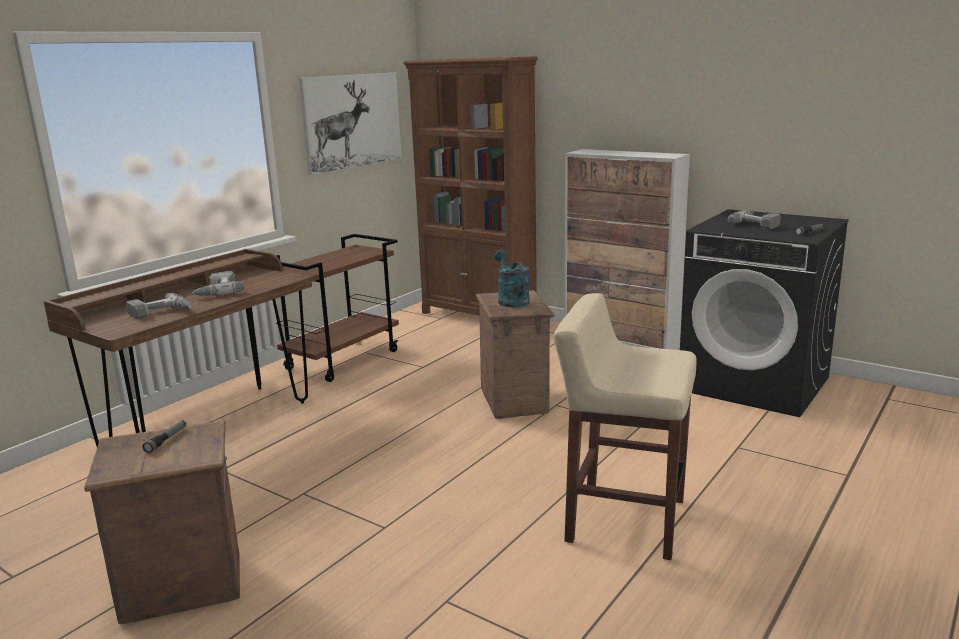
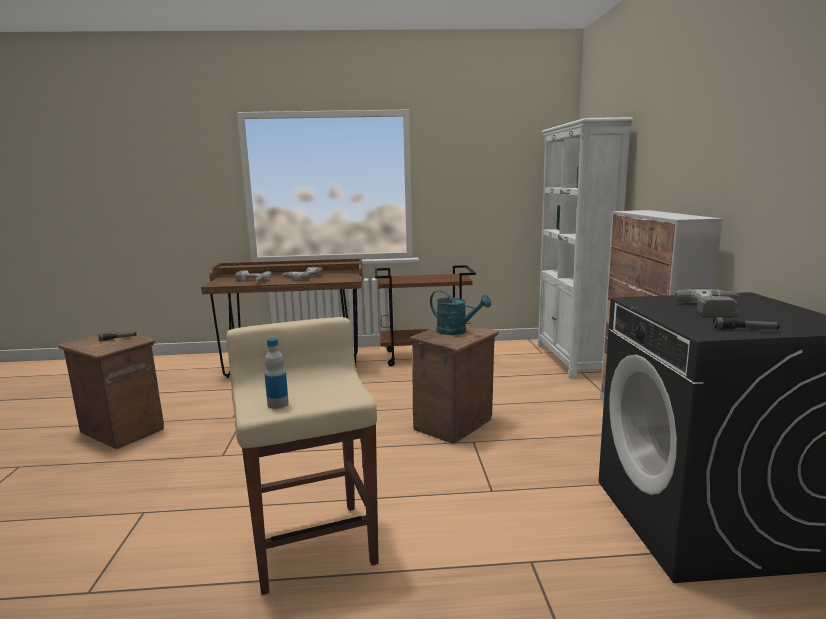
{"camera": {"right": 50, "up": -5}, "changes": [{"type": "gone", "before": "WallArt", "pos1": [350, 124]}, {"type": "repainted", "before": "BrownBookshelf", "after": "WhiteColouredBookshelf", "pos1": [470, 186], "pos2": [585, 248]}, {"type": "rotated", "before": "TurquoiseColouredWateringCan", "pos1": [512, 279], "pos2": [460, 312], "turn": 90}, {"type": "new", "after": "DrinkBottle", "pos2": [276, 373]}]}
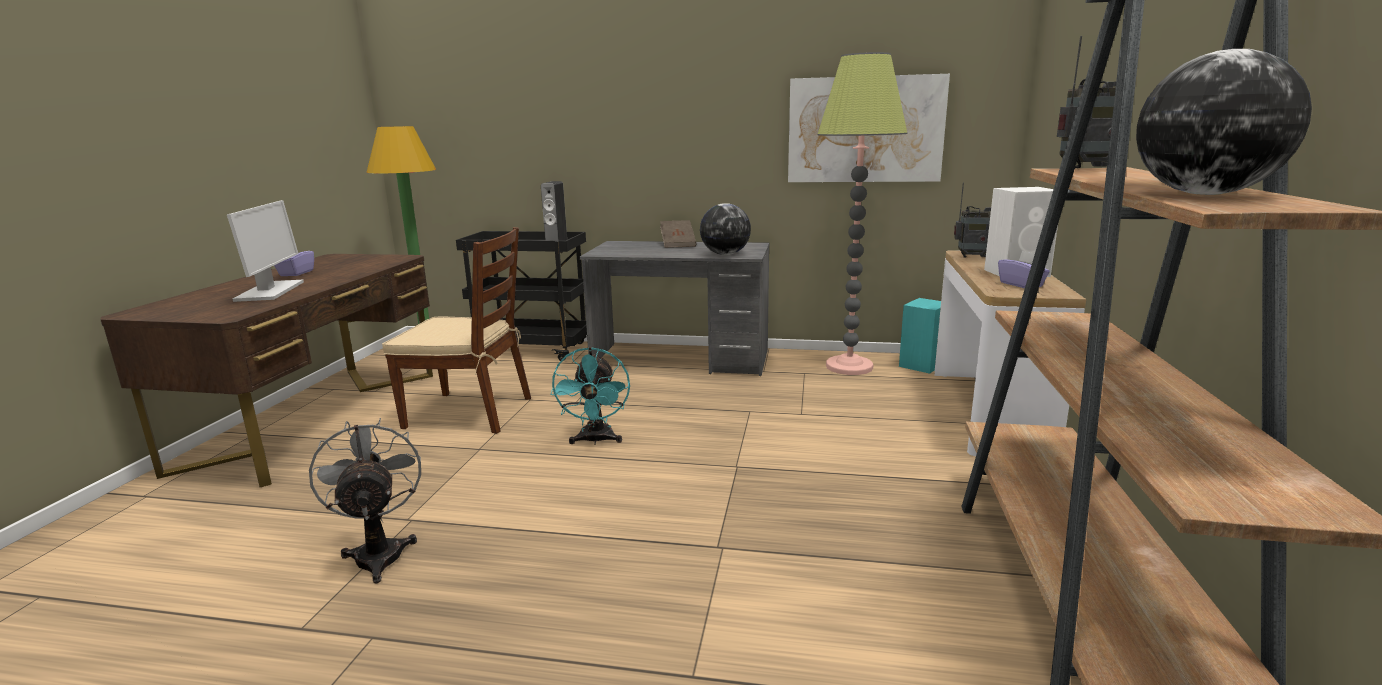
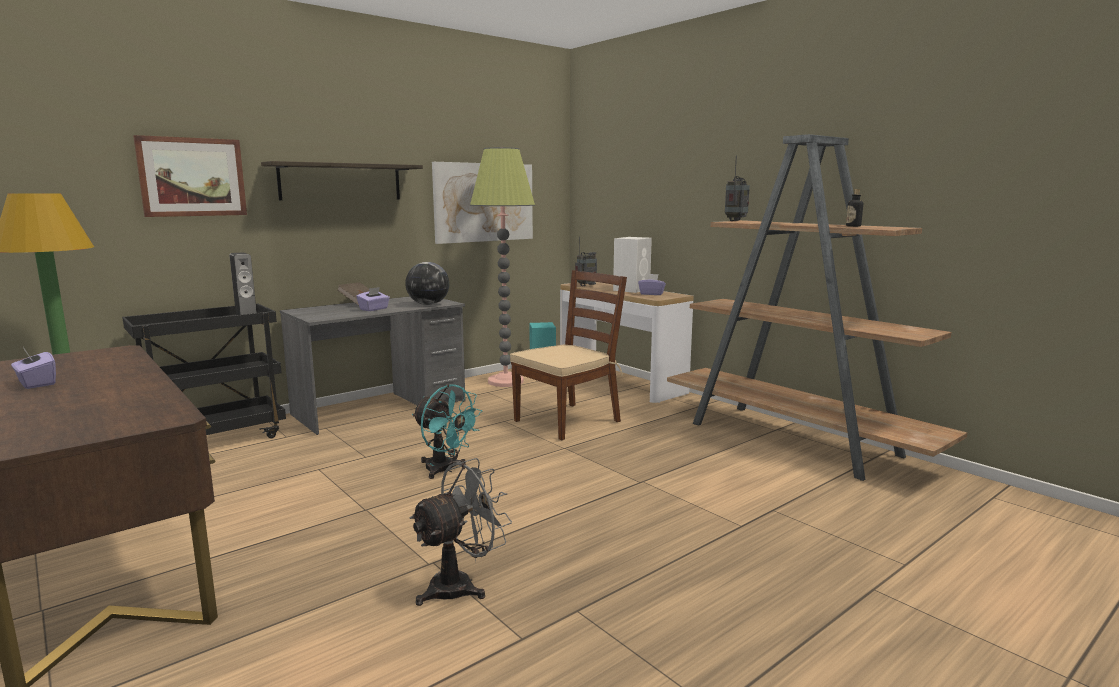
{"camera": {"right": -50, "up": -5}, "changes": [{"type": "gone", "before": "Monitor", "pos1": [265, 251]}, {"type": "rotated", "before": "GreyCoolingFan", "pos1": [365, 501], "pos2": [461, 532], "turn": 120}, {"type": "shifted", "before": "BrownPlainChair", "pos1": [456, 330], "pos2": [568, 355]}, {"type": "swapped", "before": "WorldGlobe", "after": "DrinkBottle", "pos1": [1224, 122], "pos2": [854, 208]}, {"type": "new", "after": "WallArt", "pos2": [190, 176]}, {"type": "new", "after": "WallShelf", "pos2": [342, 180]}, {"type": "new", "after": "PurplishBoxOfTissues", "pos2": [373, 299]}]}
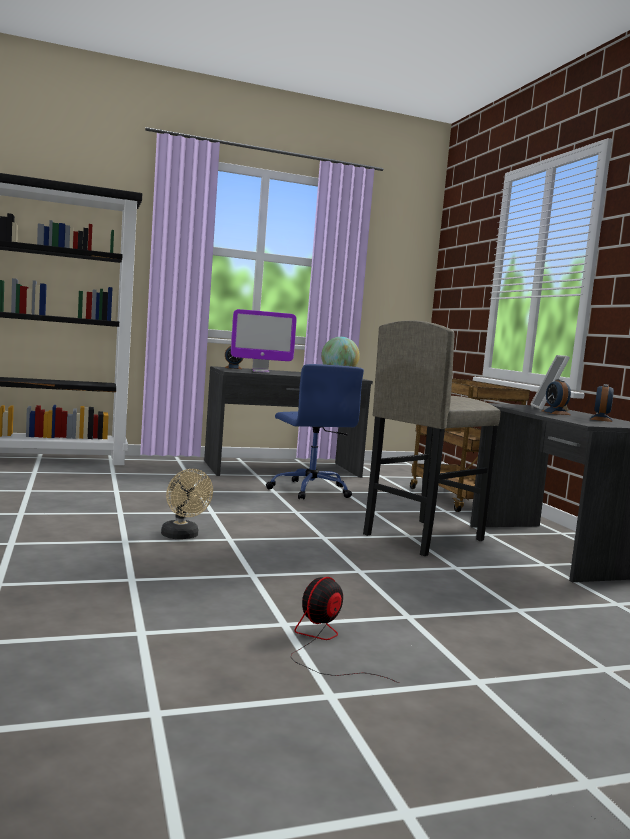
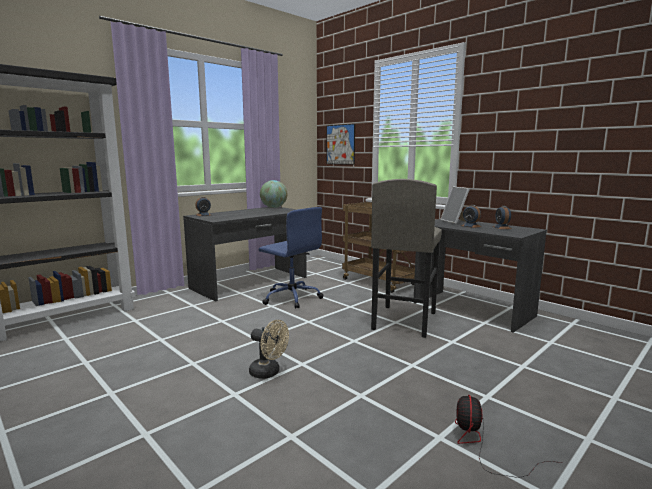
{"camera": {"right": -25, "up": 5}, "changes": [{"type": "gone", "before": "Monitor", "pos1": [264, 341]}, {"type": "new", "after": "WallArt", "pos2": [341, 144]}]}
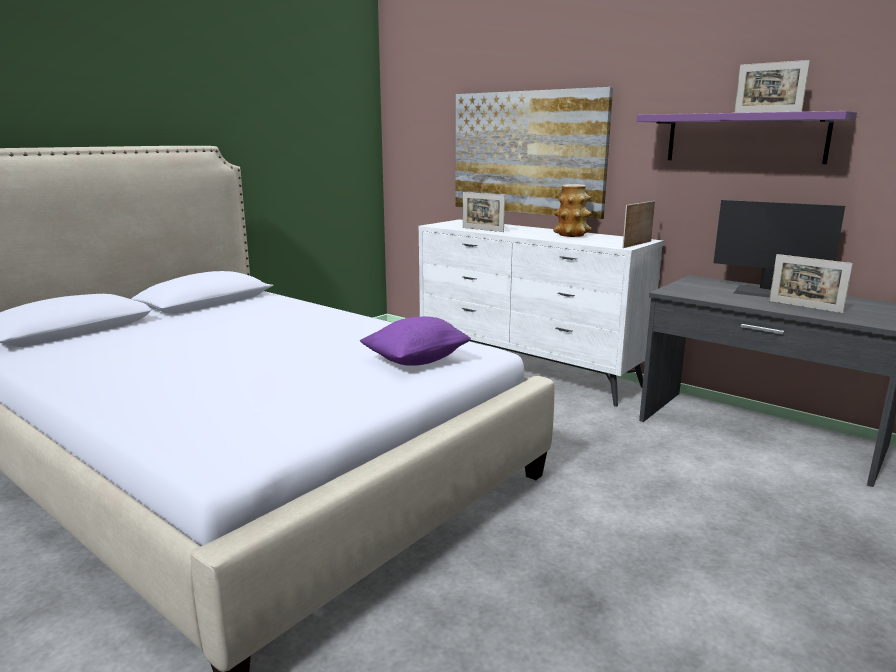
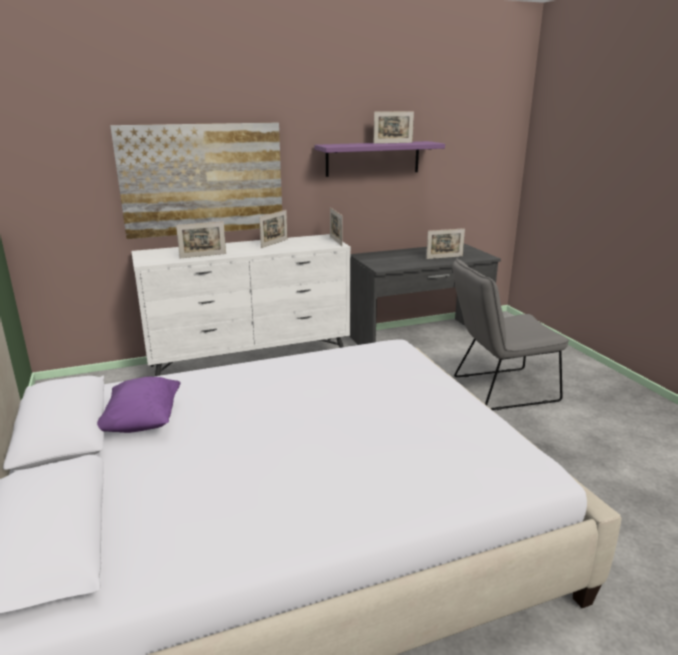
{"camera": {"right": -60, "up": 5}, "changes": [{"type": "shifted", "before": "PurplishThrowPillow", "pos1": [415, 340], "pos2": [139, 405]}, {"type": "swapped", "before": "Vase", "after": "PictureFrame", "pos1": [572, 210], "pos2": [273, 229]}, {"type": "gone", "before": "Monitor", "pos1": [779, 249]}, {"type": "new", "after": "GreyPlainChair", "pos2": [511, 334]}]}
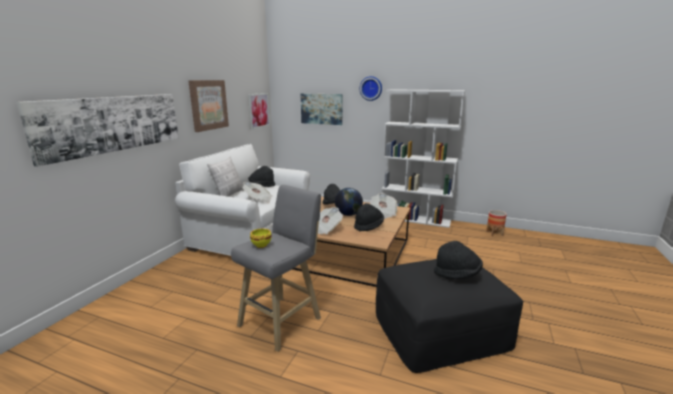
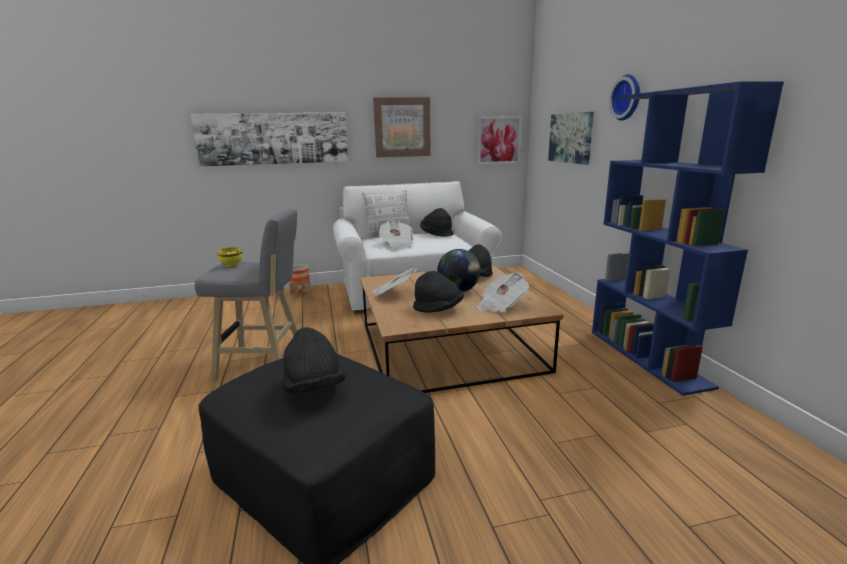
{"camera": {"right": 55, "up": 0}, "changes": [{"type": "repainted", "before": "WhiteColouredBookshelf", "after": "BlueBookshelf", "pos1": [423, 158], "pos2": [688, 238]}, {"type": "shifted", "before": "PlantPot", "pos1": [496, 223], "pos2": [300, 280]}]}
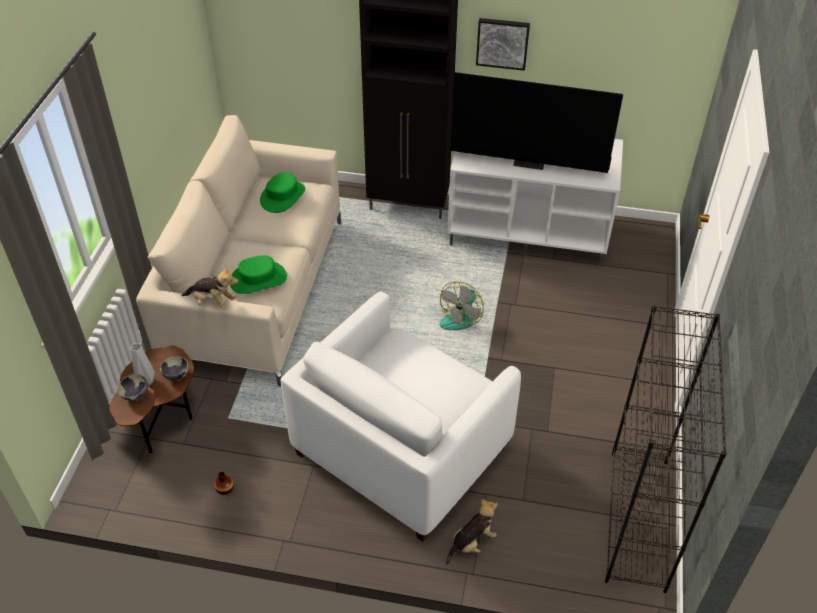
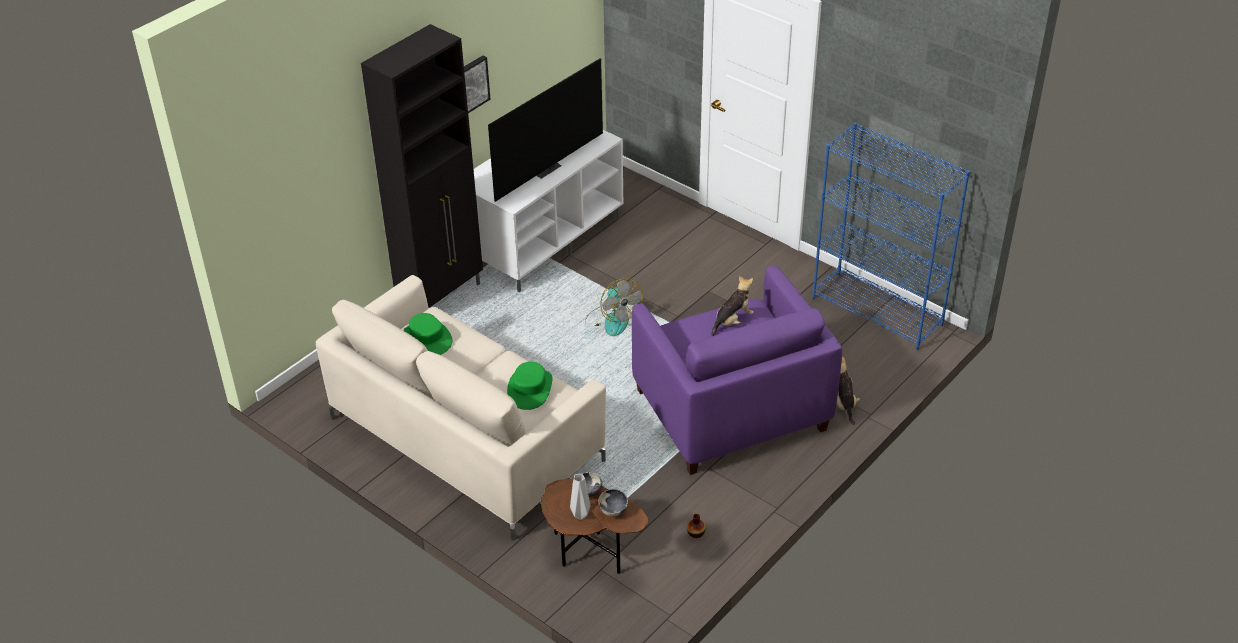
{"camera": {"right": -60, "up": -5}, "changes": [{"type": "shifted", "before": "CuddlyToy", "pos1": [210, 288], "pos2": [732, 306]}, {"type": "repainted", "before": "WhiteColouredEasyChair", "after": "PurplishEasyChair", "pos1": [401, 416], "pos2": [737, 370]}, {"type": "repainted", "before": "BlackBookshelf", "after": "BlueBookshelf", "pos1": [666, 449], "pos2": [891, 236]}]}
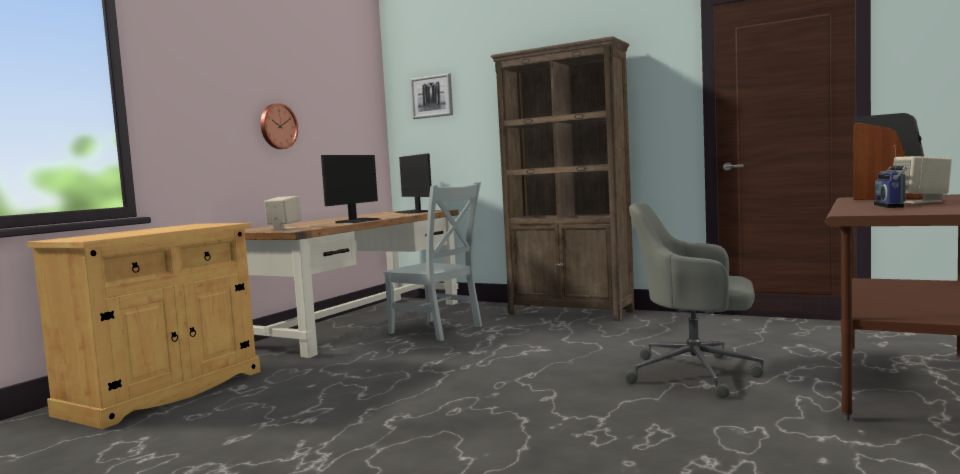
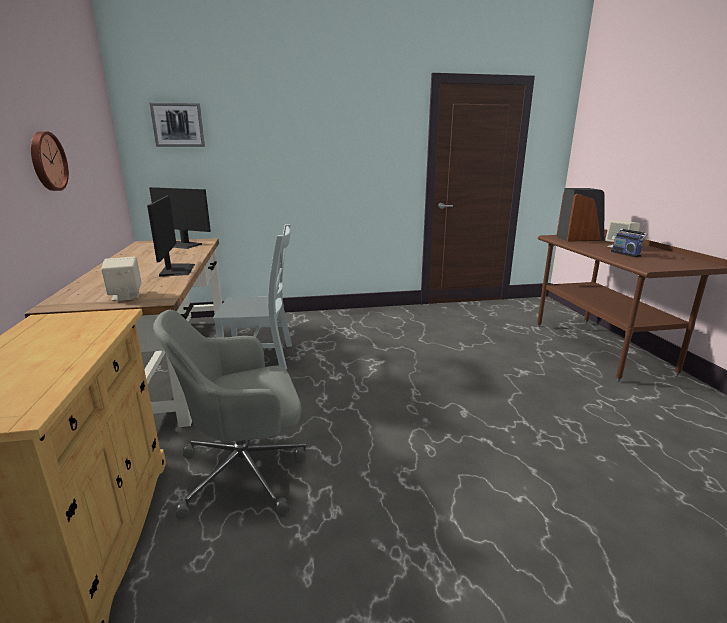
{"camera": {"right": -40, "up": 15}, "changes": [{"type": "gone", "before": "BrownBookshelf", "pos1": [563, 178]}, {"type": "shifted", "before": "GreyComputerChair", "pos1": [694, 300], "pos2": [229, 415]}]}
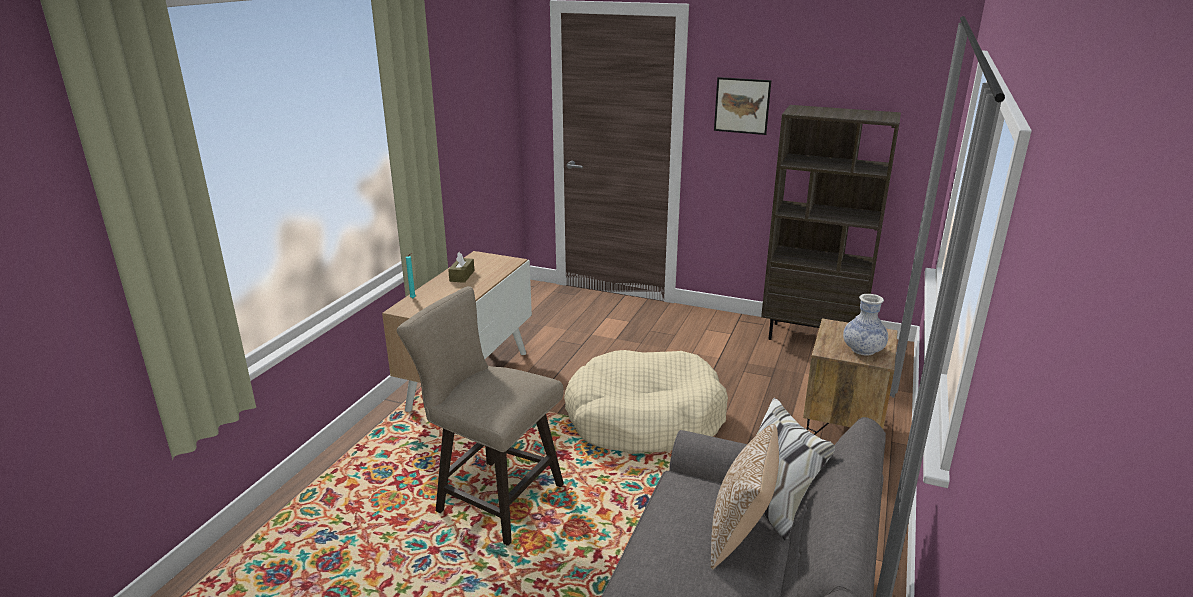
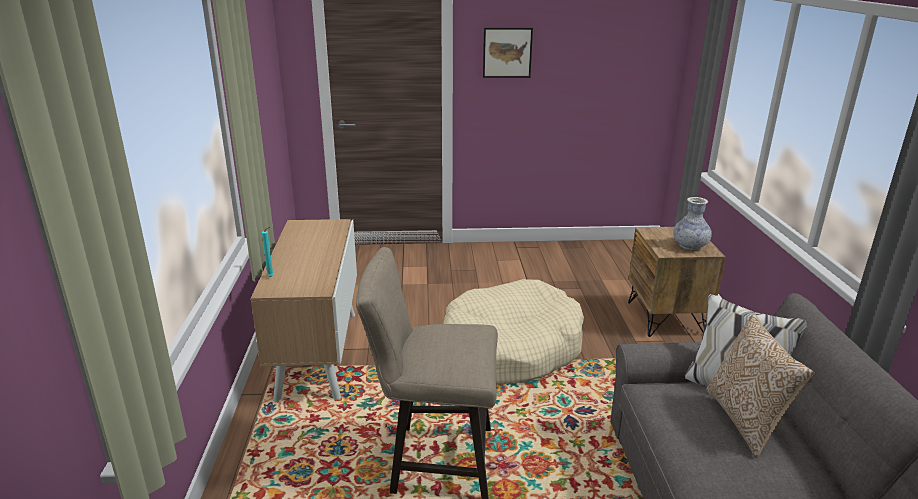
{"camera": {"right": -25, "up": 0}, "changes": [{"type": "gone", "before": "BrownBoxOfTissues", "pos1": [461, 267]}, {"type": "gone", "before": "BrownBookshelf", "pos1": [831, 222]}]}
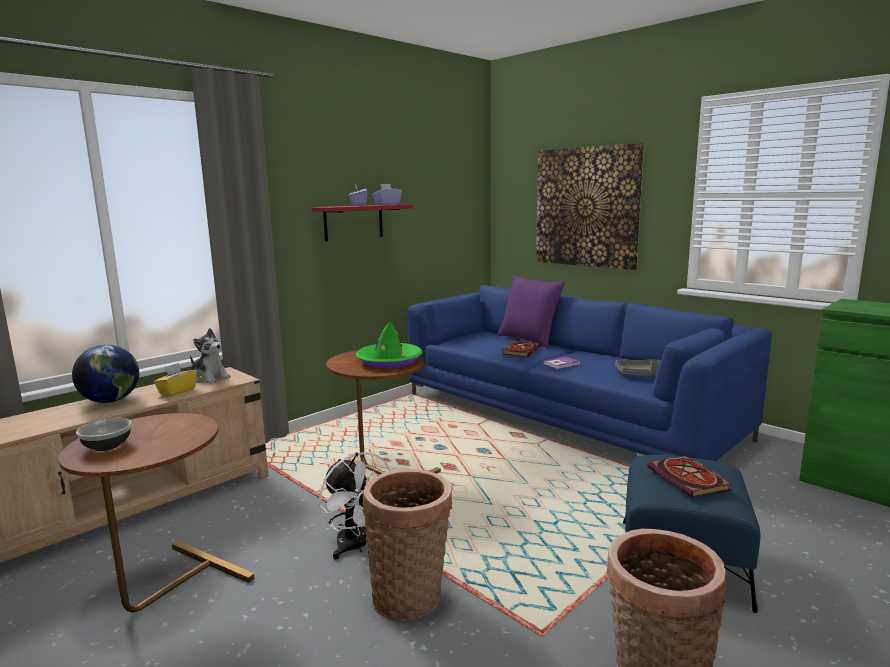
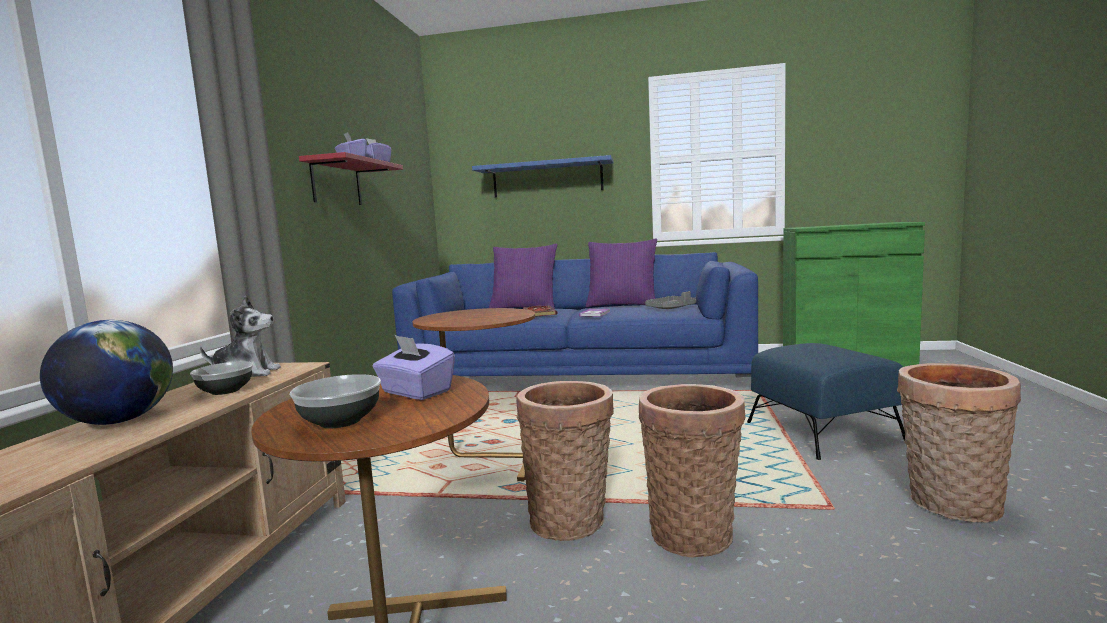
{"camera": {"right": -35, "up": -5}, "changes": [{"type": "swapped", "before": "YellowBoxOfTissues", "after": "DeepDish", "pos1": [175, 379], "pos2": [221, 378]}, {"type": "swapped", "before": "WhiteColouredCoolingFan", "after": "HouseholdBasket", "pos1": [355, 506], "pos2": [565, 461]}, {"type": "gone", "before": "GreenishHat", "pos1": [389, 345]}, {"type": "swapped", "before": "WallArt", "after": "BlueWallShelf", "pos1": [590, 206], "pos2": [543, 176]}, {"type": "gone", "before": "BoundBook", "pos1": [689, 477]}, {"type": "new", "after": "PurplishBoxOfTissues", "pos2": [414, 367]}, {"type": "new", "after": "PurplishThrowPillow", "pos2": [621, 272]}]}
